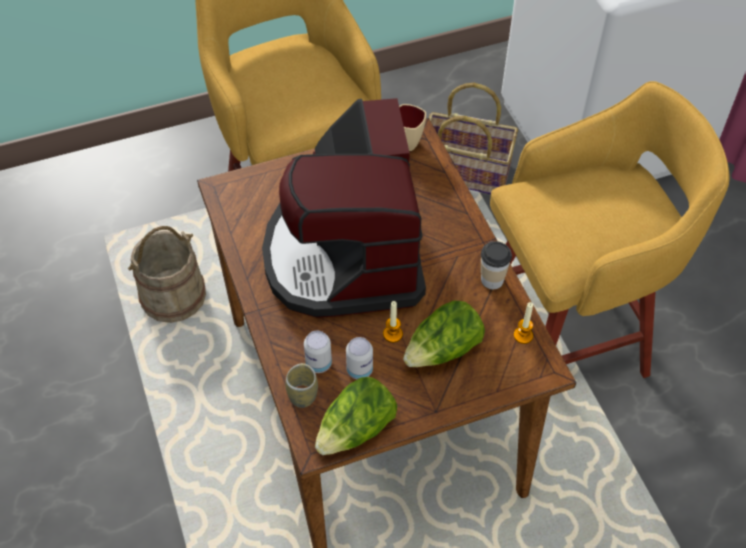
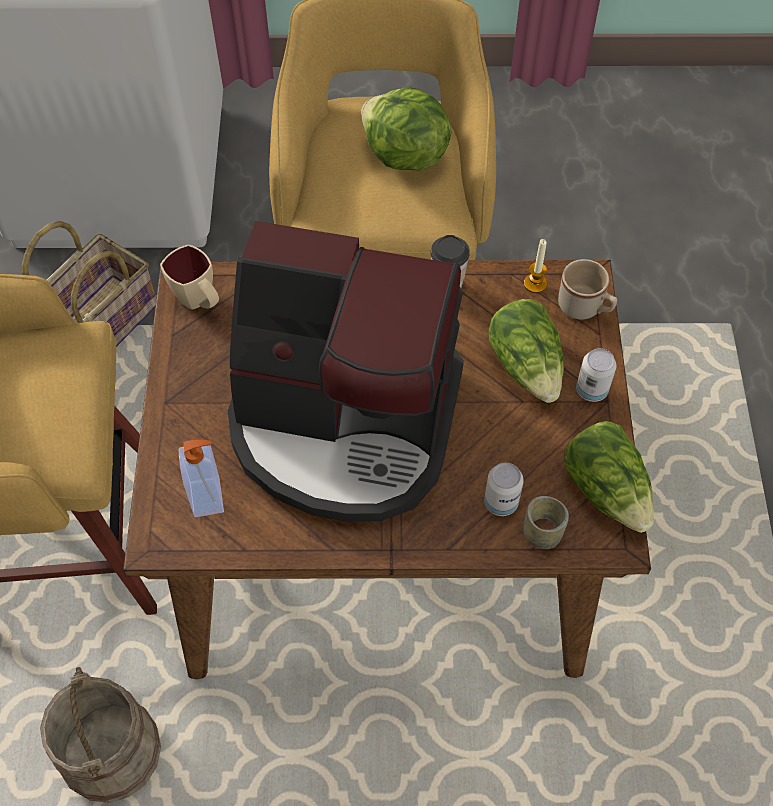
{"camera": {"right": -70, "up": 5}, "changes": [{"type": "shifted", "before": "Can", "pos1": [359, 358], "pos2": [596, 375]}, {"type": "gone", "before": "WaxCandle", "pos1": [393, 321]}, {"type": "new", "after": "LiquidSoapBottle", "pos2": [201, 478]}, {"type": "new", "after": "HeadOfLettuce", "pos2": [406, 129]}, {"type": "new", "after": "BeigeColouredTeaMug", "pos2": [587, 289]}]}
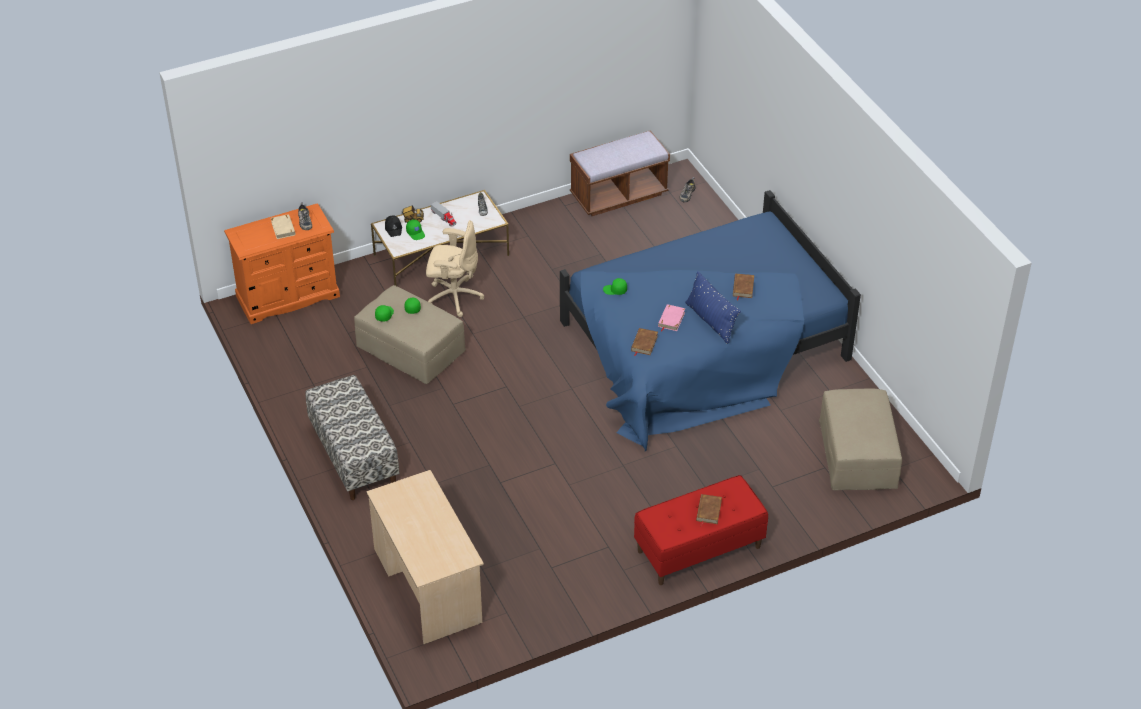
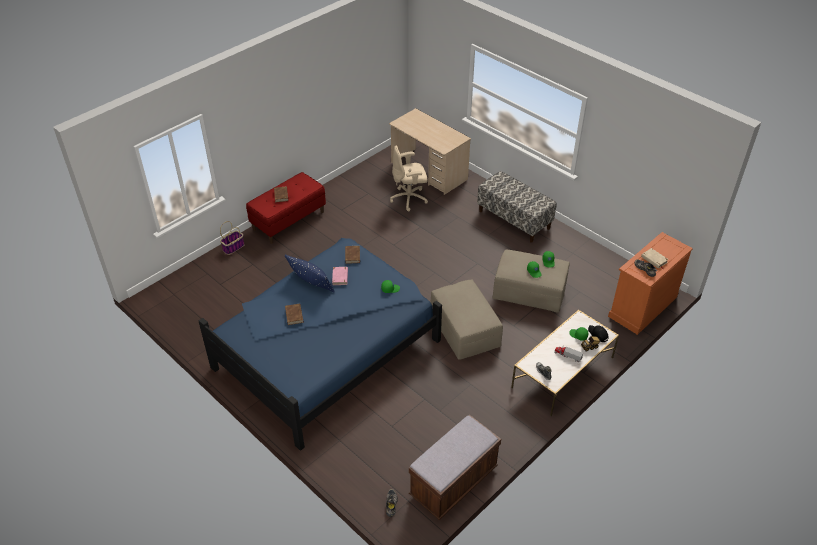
{"camera": {"right": 160, "up": 0}, "changes": [{"type": "shifted", "before": "BeigeColouredComputerChair", "pos1": [455, 268], "pos2": [409, 178]}, {"type": "shifted", "before": "BeigeColouredPouffe", "pos1": [860, 439], "pos2": [466, 319]}, {"type": "new", "after": "HouseholdBasket", "pos2": [232, 238]}]}
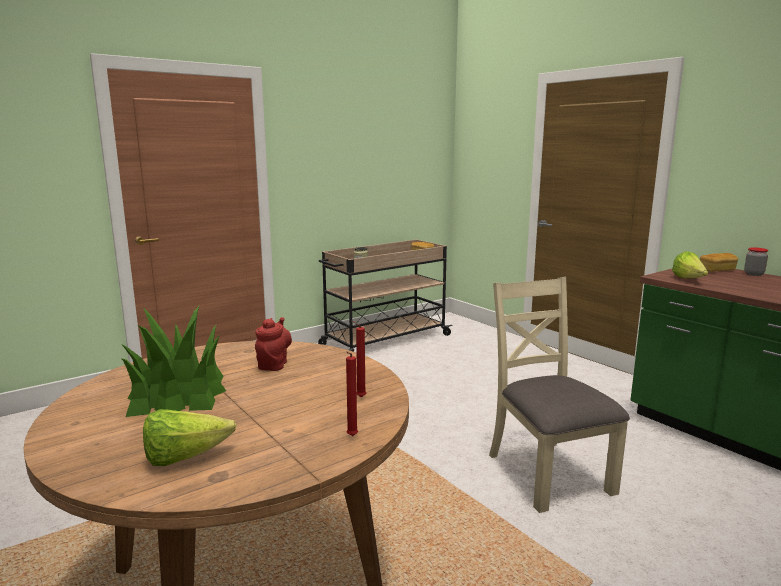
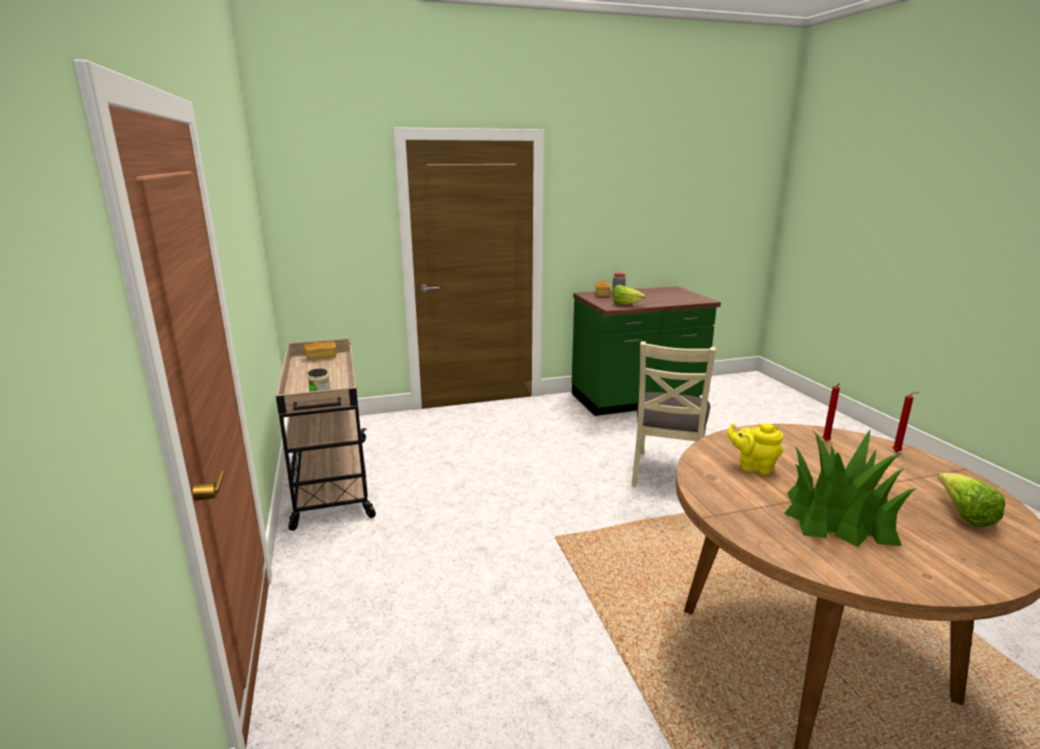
{"camera": {"right": -70, "up": 5}, "changes": [{"type": "repainted", "before": "RedColouredTeaPot", "after": "YellowTeaPot", "pos1": [273, 344], "pos2": [755, 449]}, {"type": "rotated", "before": "BeigeColouredPlainChair", "pos1": [559, 395], "pos2": [673, 414], "turn": -75}]}
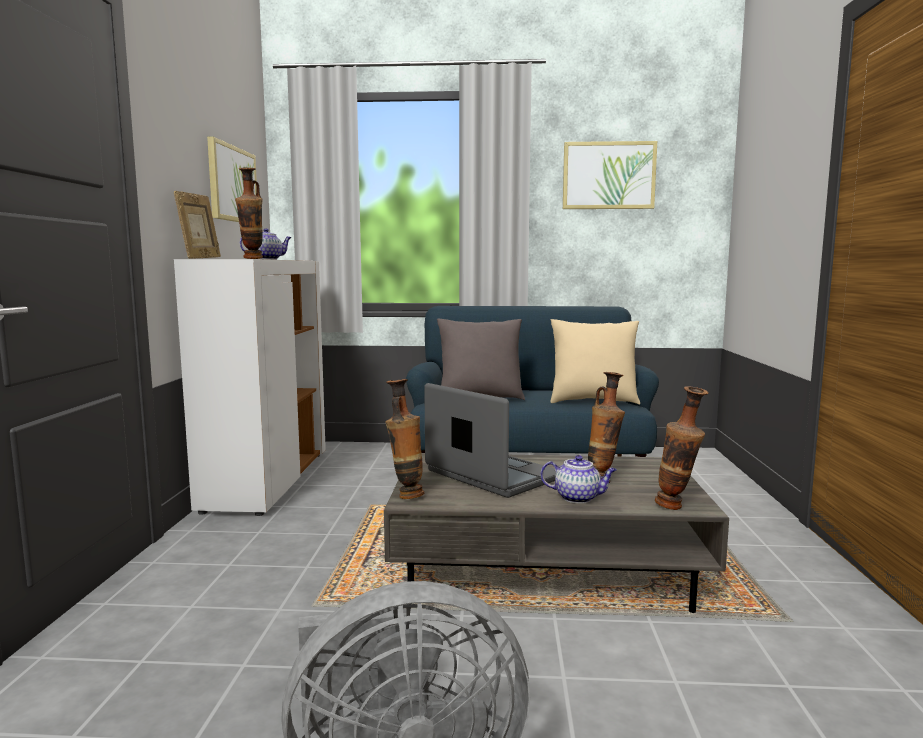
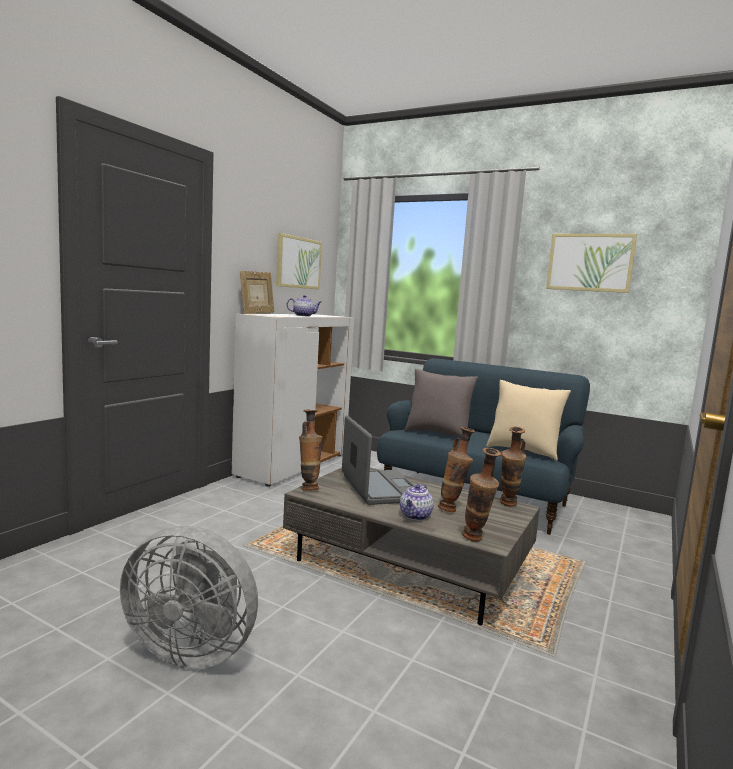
{"camera": {"right": 25, "up": 0}, "changes": [{"type": "shifted", "before": "Vase", "pos1": [249, 213], "pos2": [513, 467]}, {"type": "rotated", "before": "TeaPot", "pos1": [578, 479], "pos2": [417, 502], "turn": 75}]}
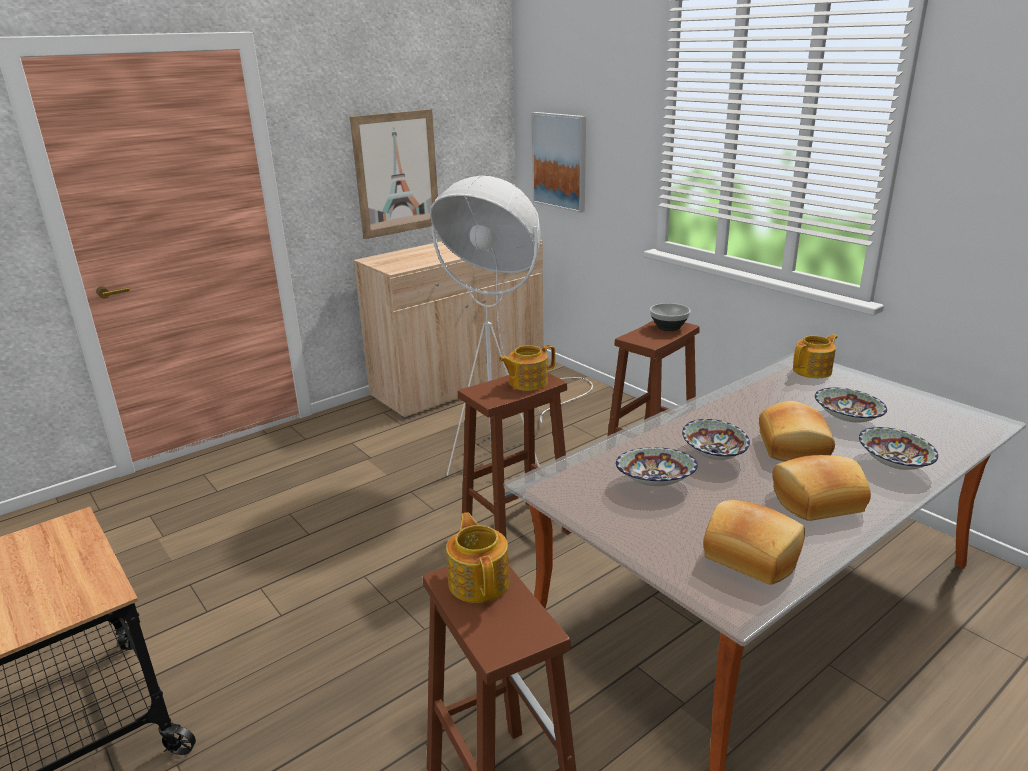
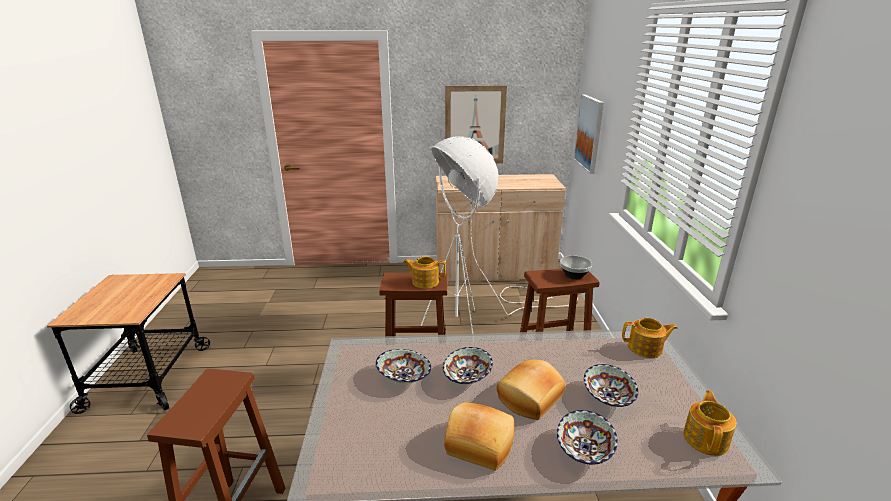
{"camera": {"right": 35, "up": 0}, "changes": [{"type": "shifted", "before": "TeaPot", "pos1": [477, 557], "pos2": [709, 423]}, {"type": "gone", "before": "BakeryBread", "pos1": [754, 542]}]}
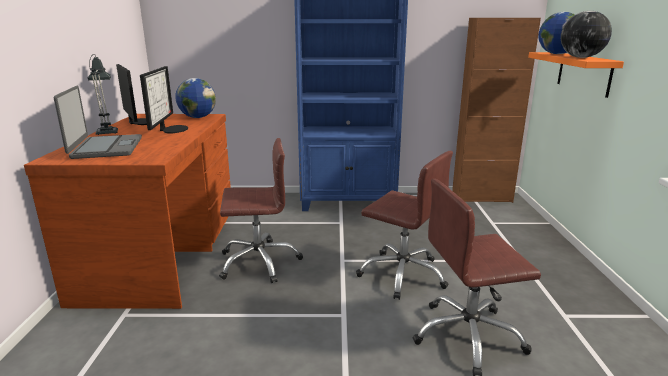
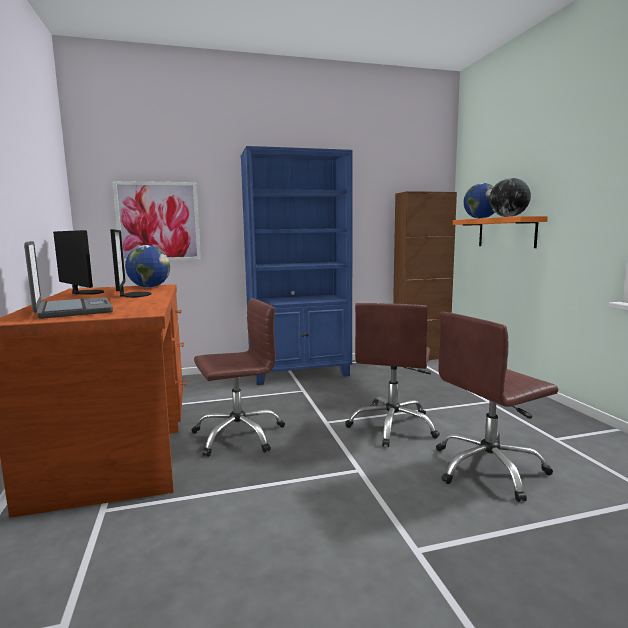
{"camera": {"right": -15, "up": -10}, "changes": [{"type": "gone", "before": "LampForATable", "pos1": [102, 94]}, {"type": "rotated", "before": "BrownComputerChair", "pos1": [404, 225], "pos2": [392, 375], "turn": 90}, {"type": "new", "after": "WallArt", "pos2": [156, 221]}]}
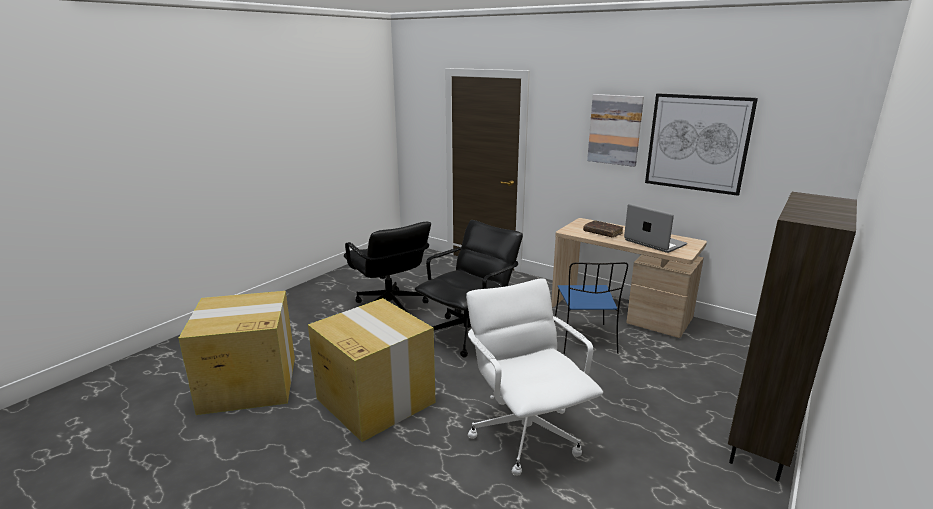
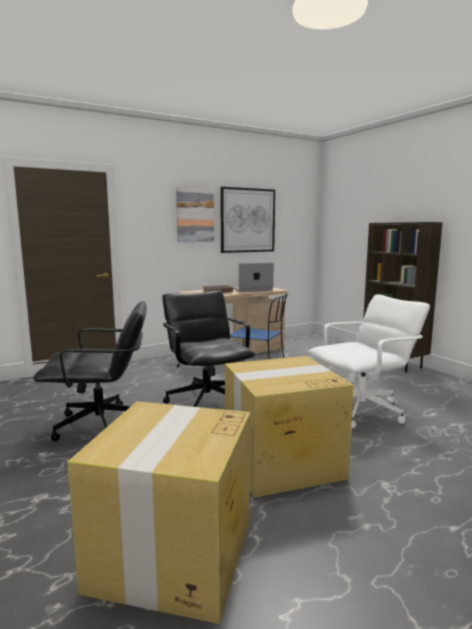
{"camera": {"right": -65, "up": -10}, "changes": [{"type": "rotated", "before": "WhiteColouredComputerChair", "pos1": [534, 377], "pos2": [369, 361], "turn": 150}]}
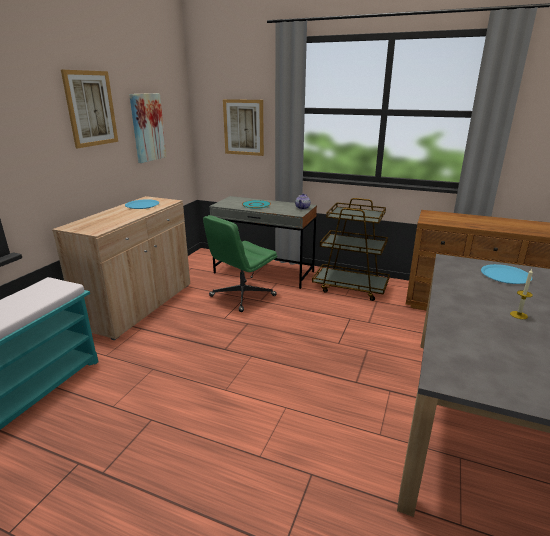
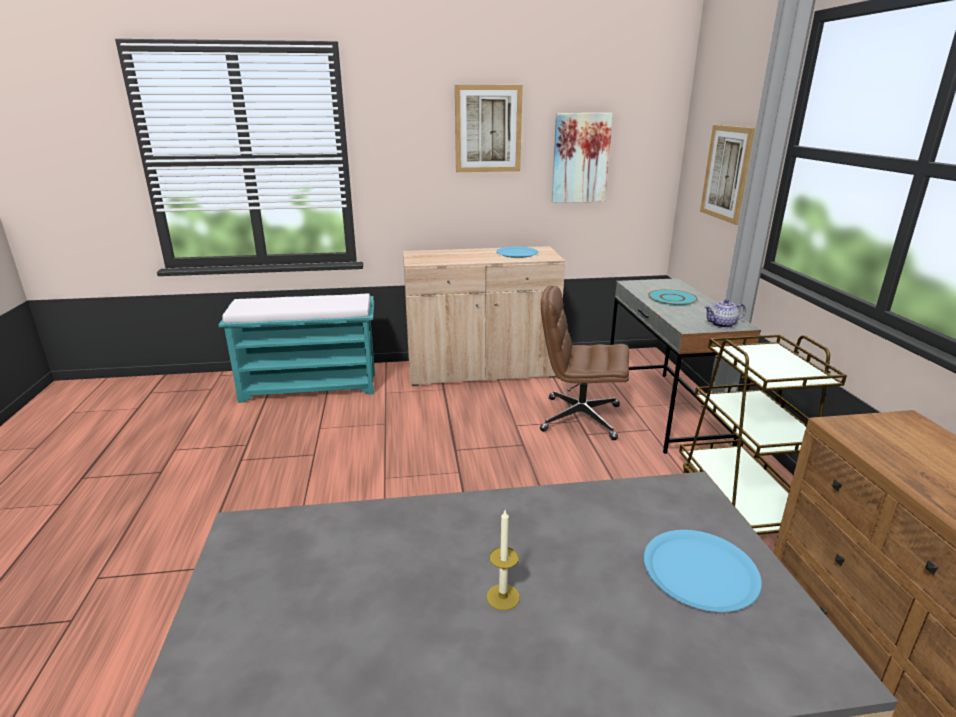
{"camera": {"right": 60, "up": 0}, "changes": [{"type": "repainted", "before": "GreenishComputerChair", "after": "BrownComputerChair", "pos1": [240, 263], "pos2": [584, 363]}]}
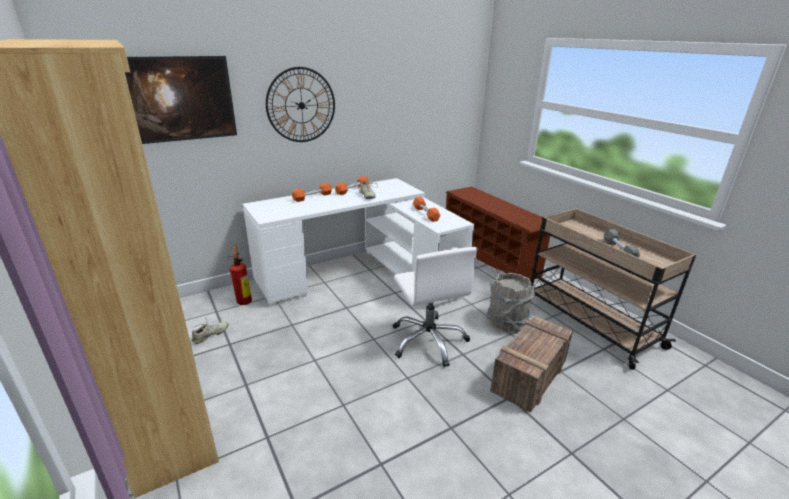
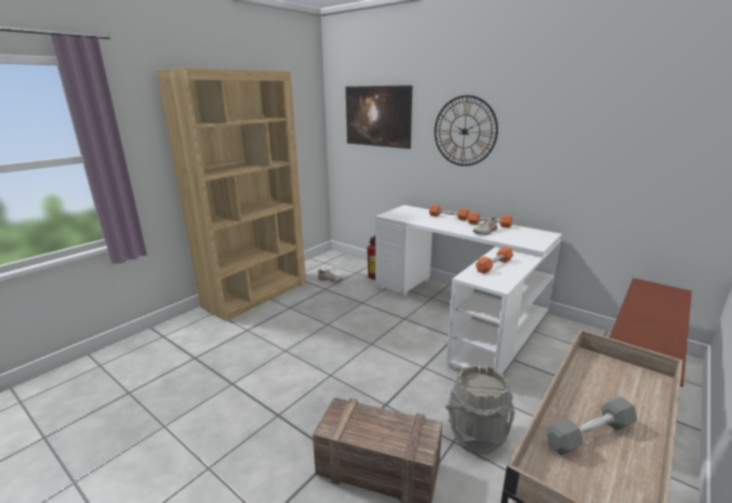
{"camera": {"right": 70, "up": -5}, "changes": [{"type": "gone", "before": "WhiteColouredComputerChair", "pos1": [435, 307]}]}
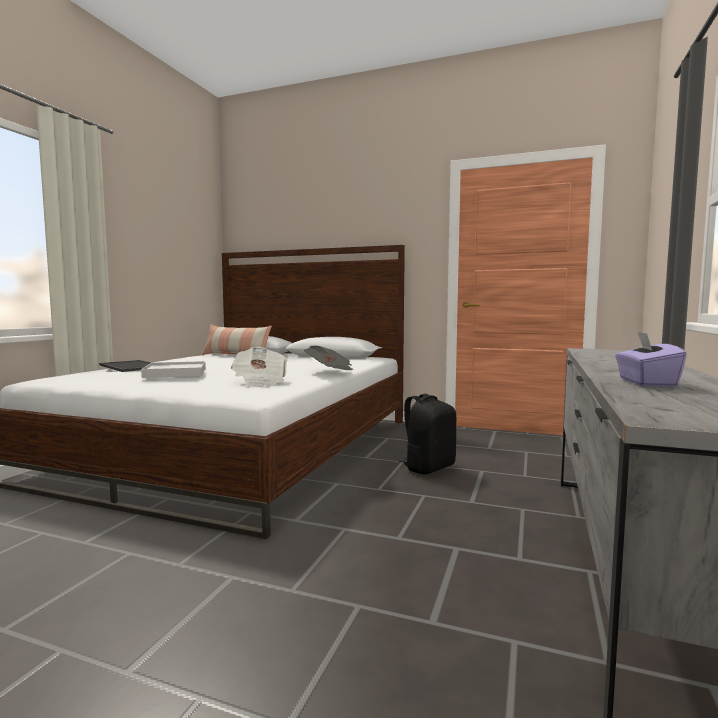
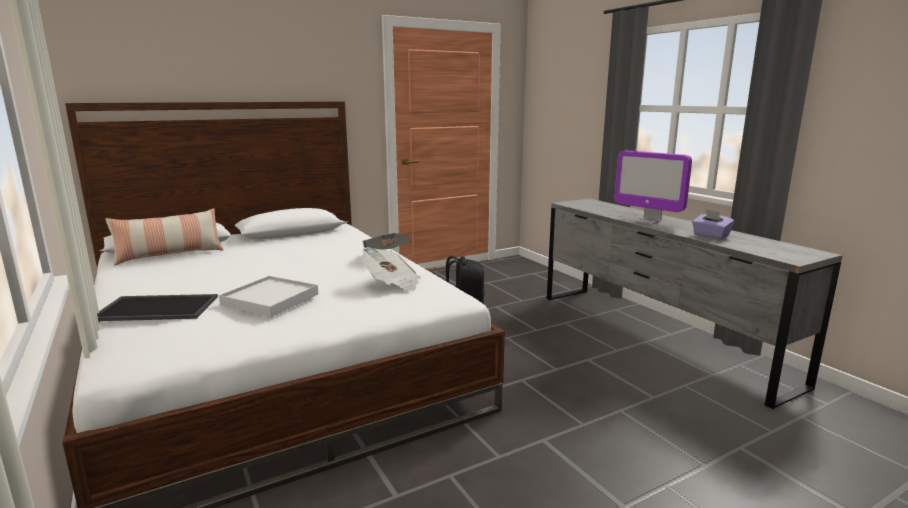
{"camera": {"right": -50, "up": 10}, "changes": [{"type": "new", "after": "Monitor", "pos2": [653, 187]}]}
